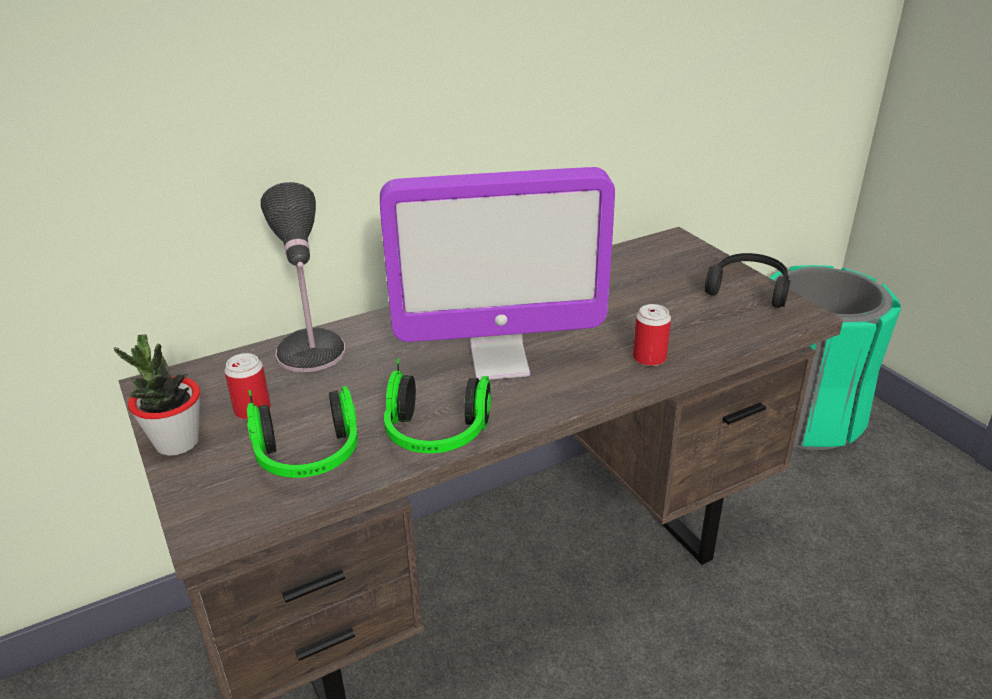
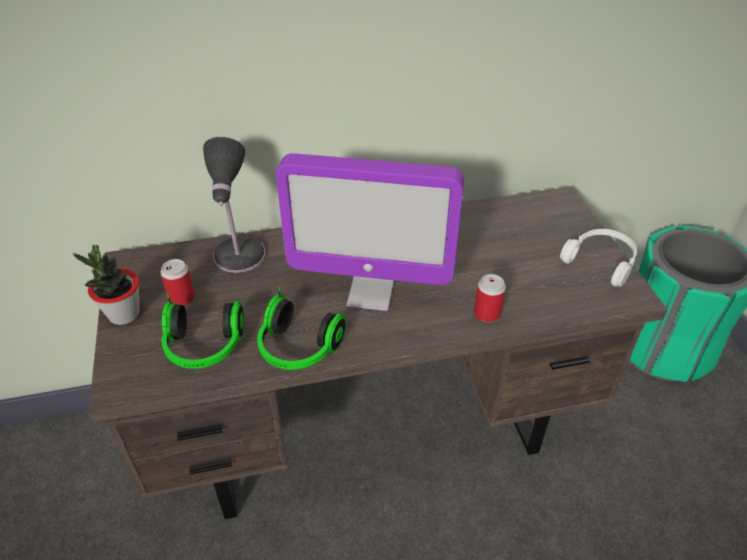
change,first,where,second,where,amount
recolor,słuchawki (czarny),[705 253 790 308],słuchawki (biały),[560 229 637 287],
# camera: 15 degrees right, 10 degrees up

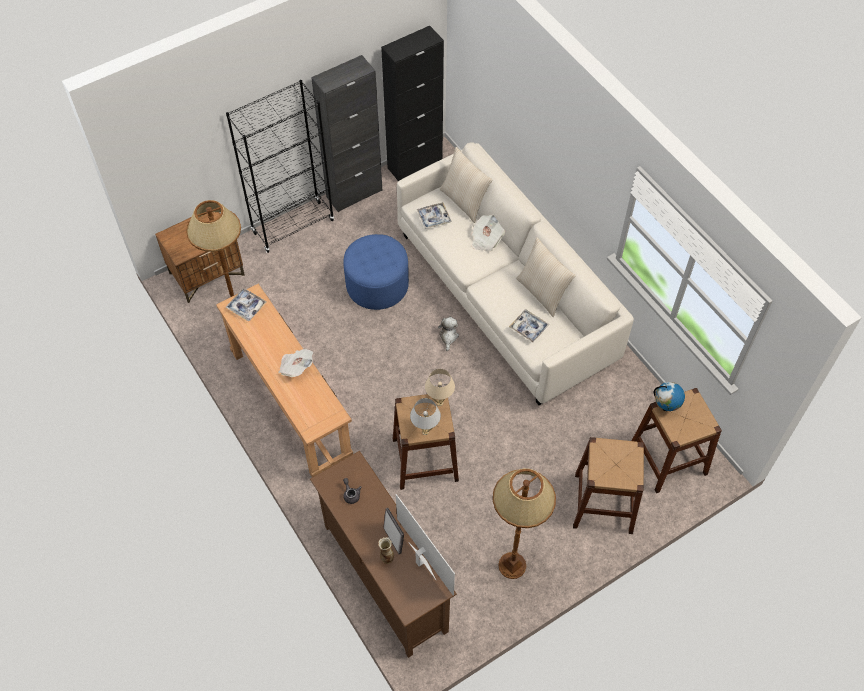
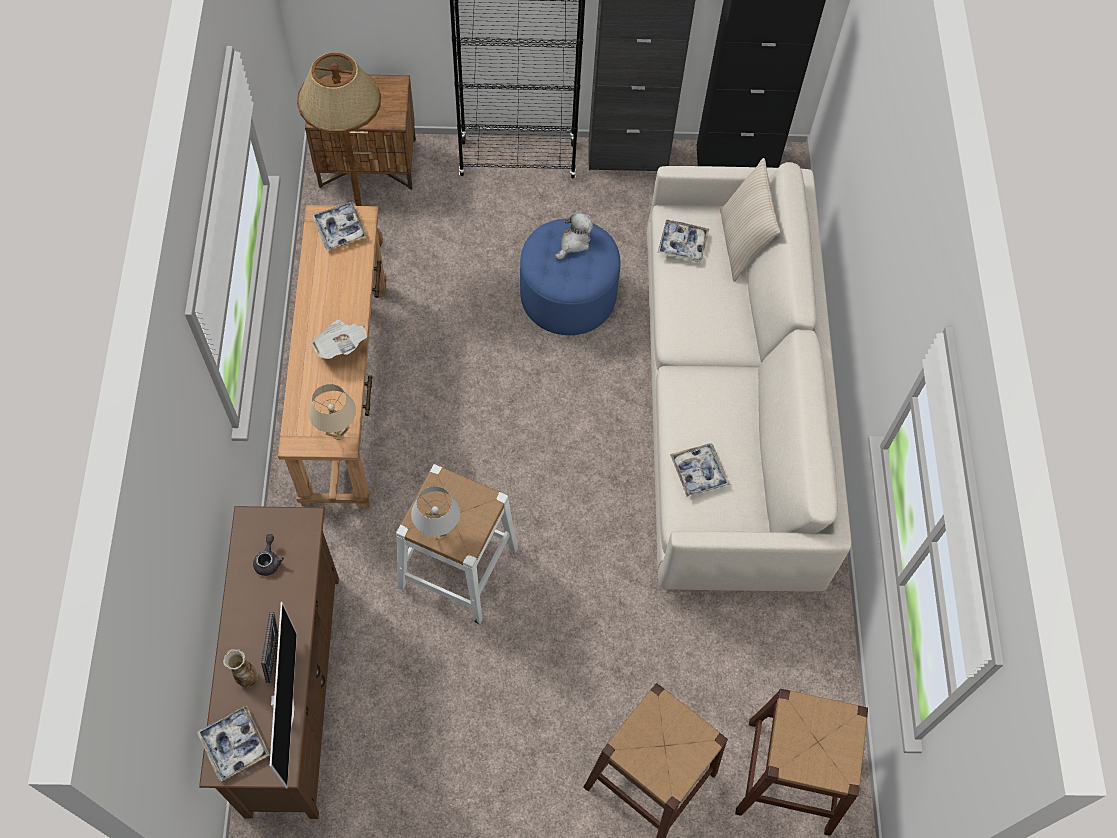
change,first,where,second,where,amount
delete,gazeta,[471 214 505 251],,,
delete,poduszka (beżowy),[516 237 576 317],,,
move,pluszak,[438 317 459 351],,[555 211 593 260],
move,lampa stołowa (beżowy),[425 369 455 406],,[308 384 356 440],
delete,globus,[654 382 685 411],,,
recolor,stołek (brązowy),[393 394 459 490],stołek (biały),[396 464 518 624],
delete,lampa stojąca (brązowy),[493 468 556 579],,,
insert,,,taca,[197 706 270 781],
# camera: 30 degrees right, 5 degrees up

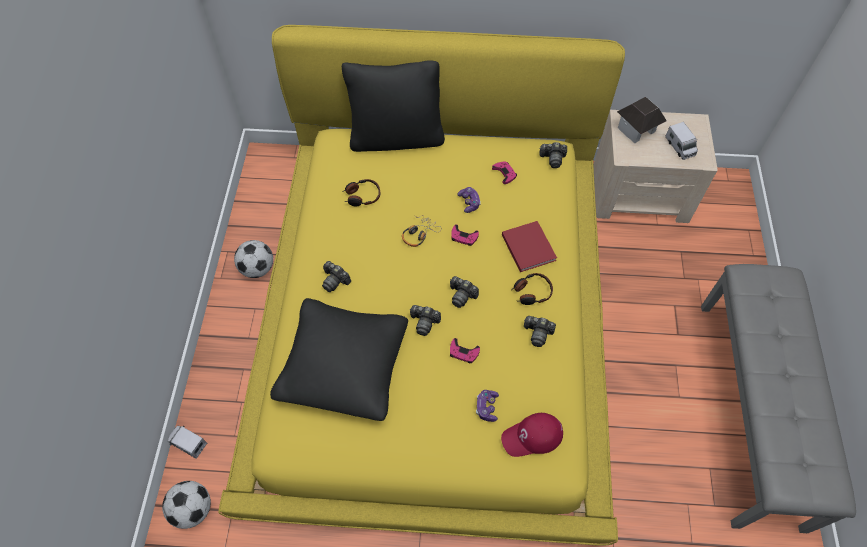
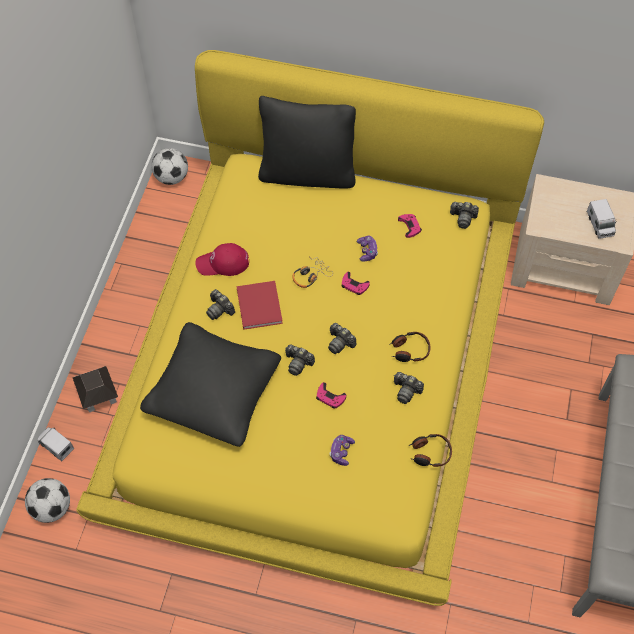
change,first,where,second,where,amount
move,domek,[617 97 667 143],,[72 366 118 412],
move,słuchawki,[342 179 380 206],,[409 434 452 467],
move,książka (czerwony),[502 221 557 272],,[236 281 283 330],
move,piłka futbolowa,[234 240 273 278],,[151 148 188 185],
move,czapka z daszkiem (czerwony),[501 413 563 457],,[195 243 249 276],
# camera: 10 degrees right, 0 degrees up

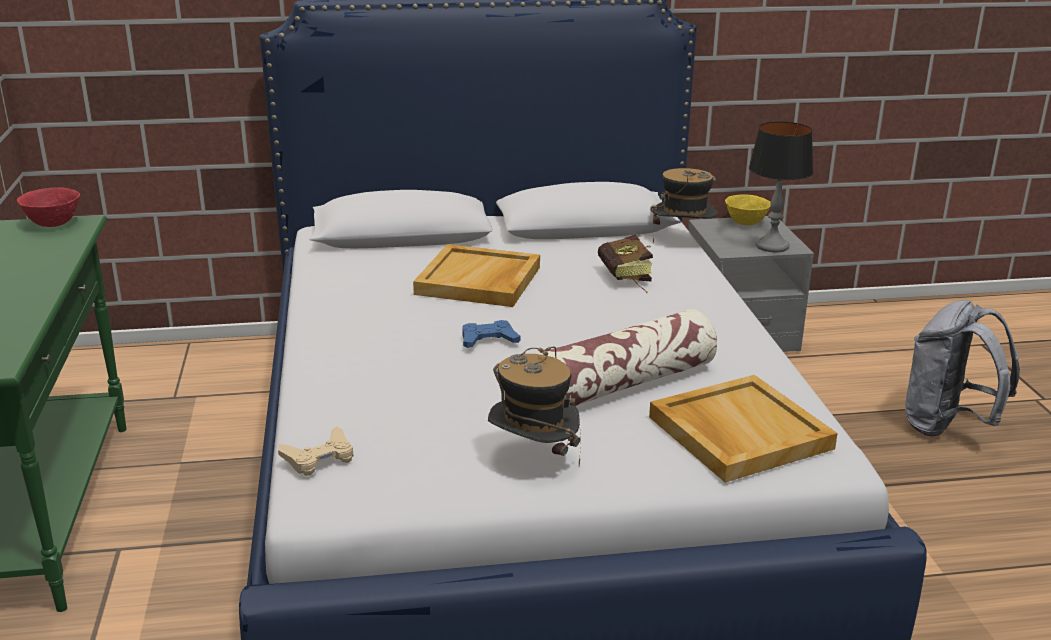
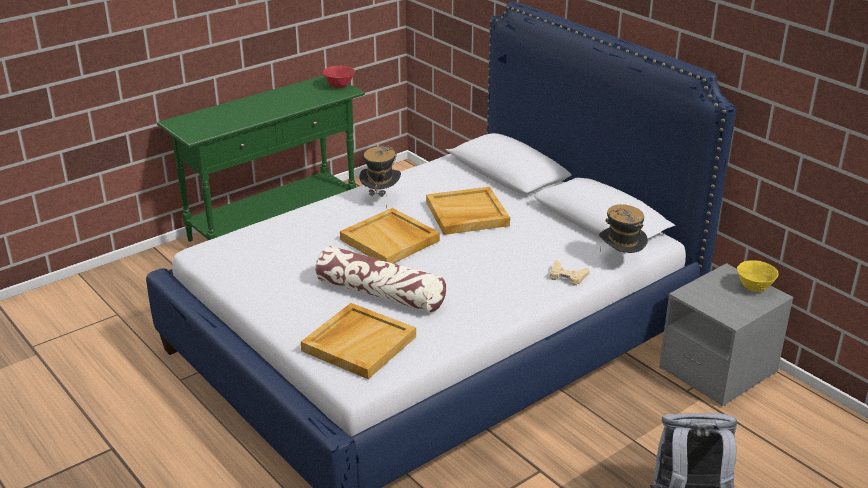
change,first,where,second,where,amount
delete,lampa stołowa,[749 121 814 252],,,
delete,książka,[598 234 653 293],,,
replace,pad do gier (niebieski),[462 320 521 348],taca (beżowy),[340 208 440 264],
move,kapelusz,[488 346 581 466],,[359 146 401 208],
move,pad do gier (beżowy),[278 426 353 476],,[550 260 590 286],
# camera: 60 degrees right, 5 degrees up

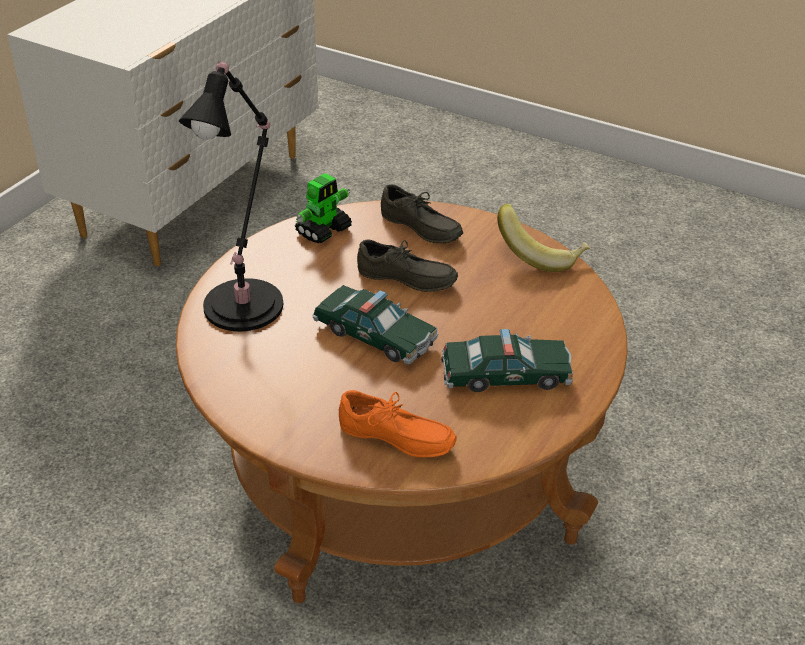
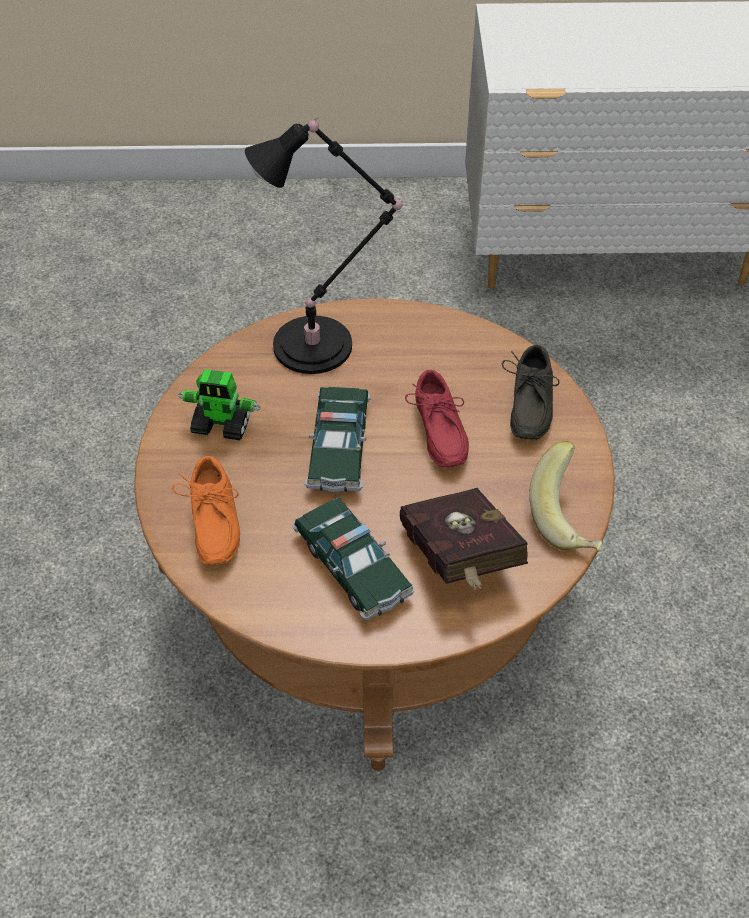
change,first,where,second,where,amount
move,robot zabawkowy,[295 173 352 243],,[178 369 261 440],
recolor,but (szary),[357 239 458 292],but (czerwony),[405 370 469 468],
insert,,,książka (czerwony),[400 488 528 590],
# camera: 60 degrees right, 10 degrees up

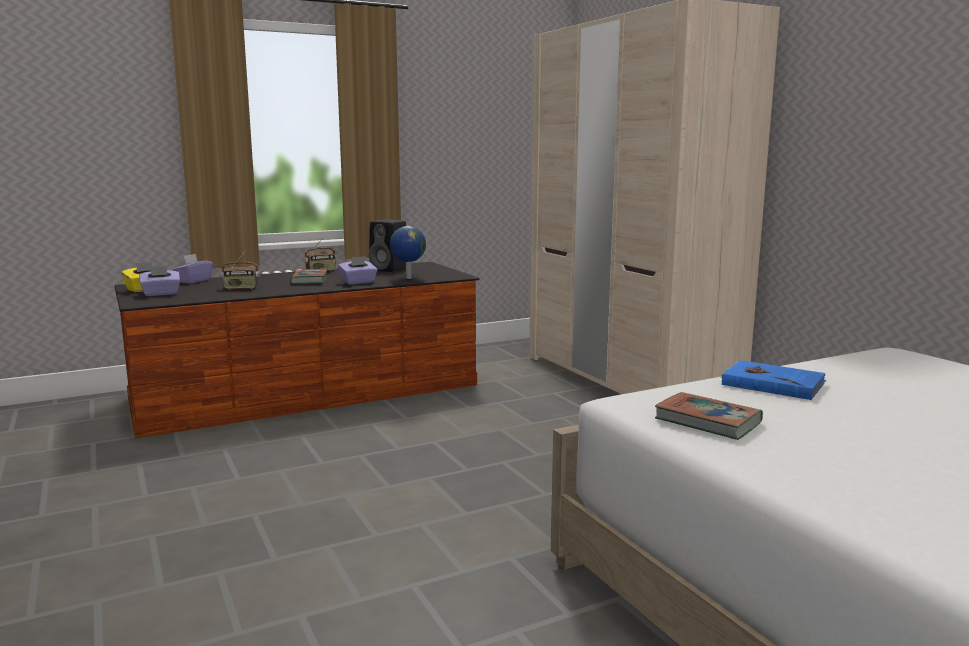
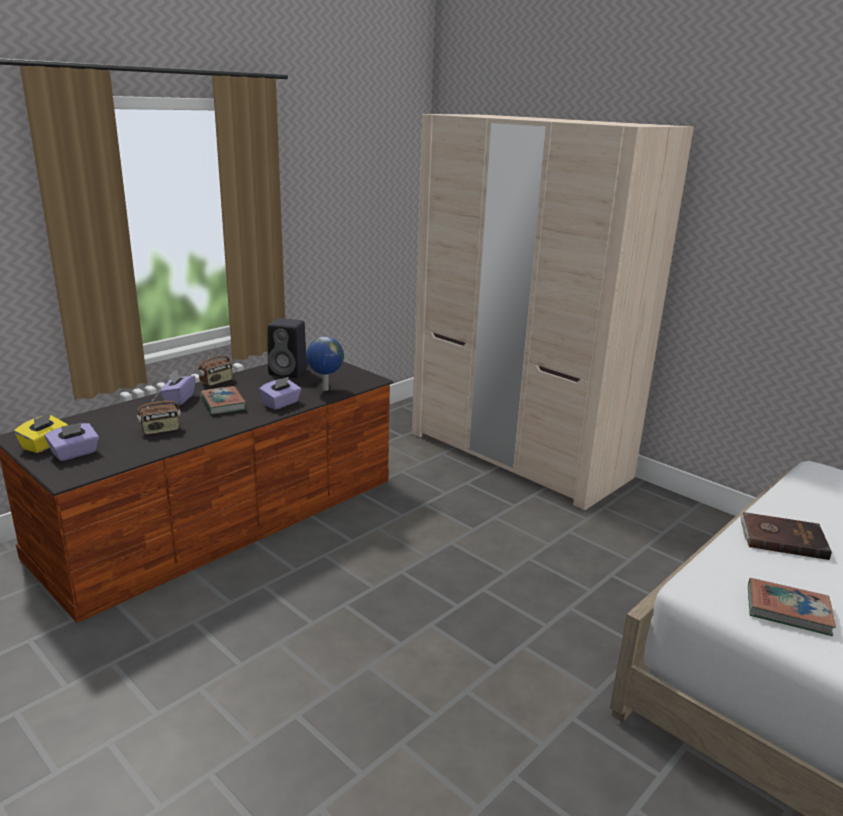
change,first,where,second,where,amount
move,pudełko chusteczek (fioletowy),[173 254 213 284],,[160 369 195 405],
recolor,książka (niebieski),[721 360 826 400],książka (brązowy),[740 512 832 560],
# camera: 20 degrees left, 10 degrees up

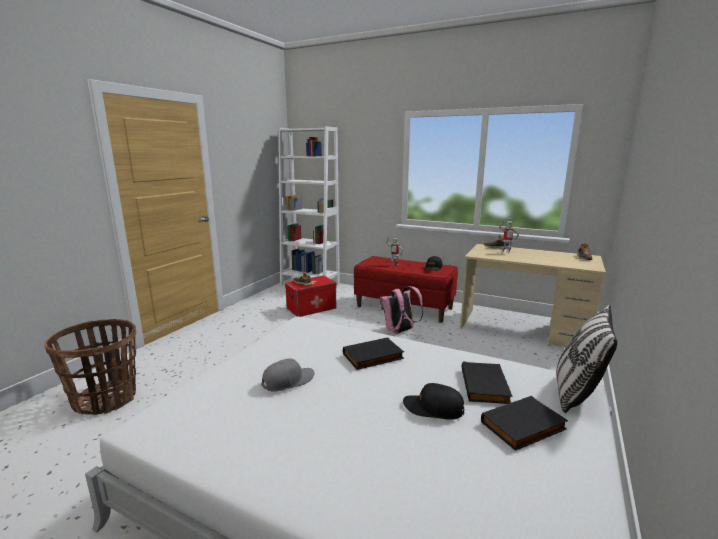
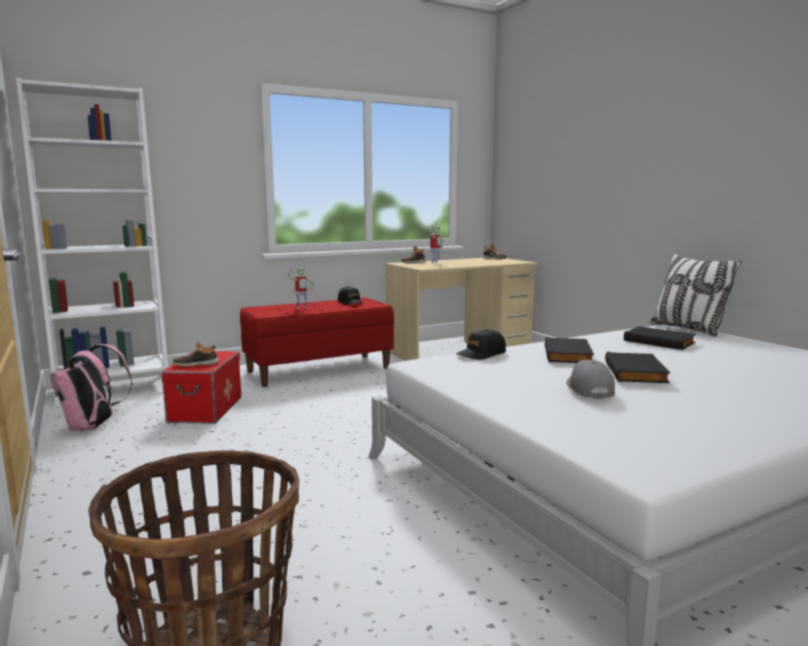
change,first,where,second,where,amount
move,plecak (różowy),[380 286 423 334],,[50 344 132 430],
move,czapka z daszkiem (czarny),[403 383 464 420],,[456 329 506 360],
move,książka (czarny),[481 396 568 451],,[605 352 670 383],
# camera: 55 degrees left, 5 degrees down

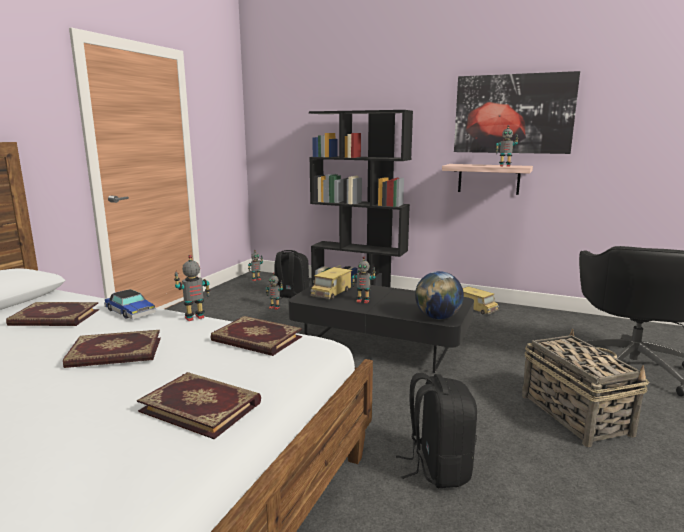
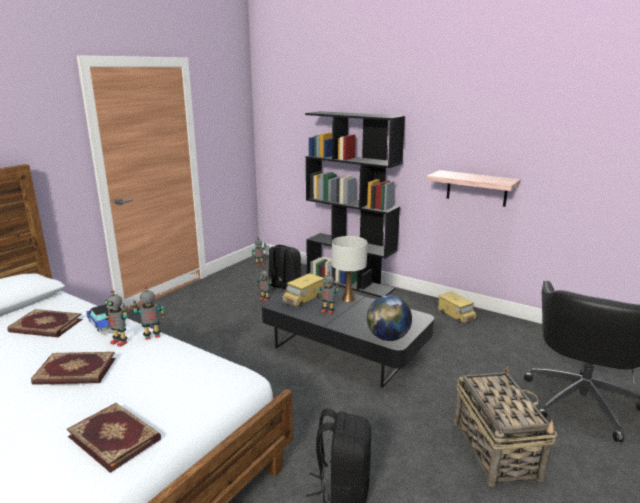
change,first,where,second,where,amount
delete,obraz,[454 71 580 154],,,
move,robot zabawkowy,[496 125 518 167],,[105 290 128 347],
delete,książka,[210 316 302 356],,,
insert,,,lampa stołowa (biały),[332 236 368 302],
# camera: 10 degrees right, 5 degrees up

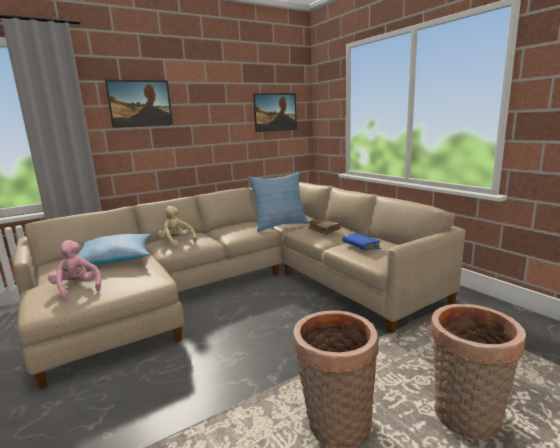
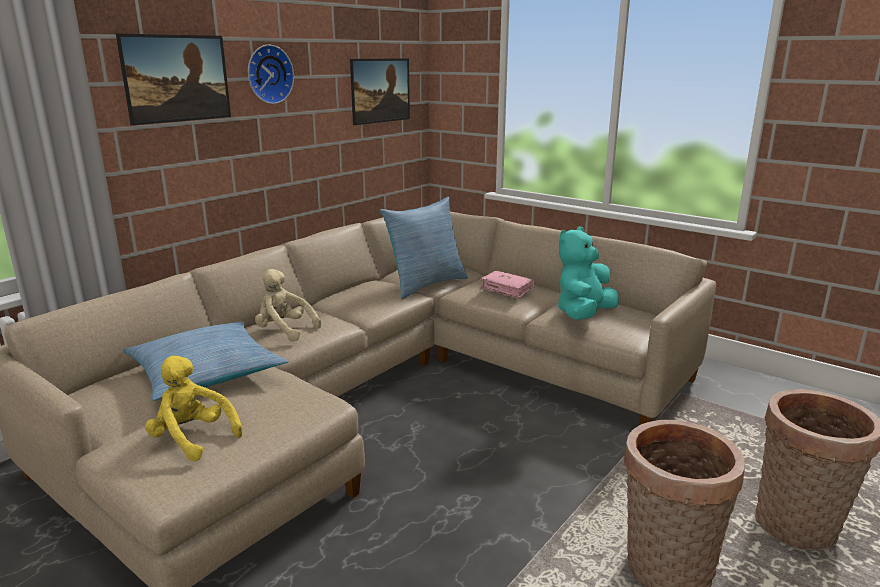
change,first,where,second,where,amount
recolor,książka (brązowy),[308 218 341 235],książka (różowy),[481 271 534 299],
replace,książka (niebieski),[342 233 382 251],pluszak (turkusowy),[558 226 619 320],
recolor,pluszak (różowy),[48 240 101 299],pluszak (żółty),[145 356 243 461],
insert,,,zegar ścienny,[248 45 294 104],
# camera: 20 degrees left, 5 degrees up

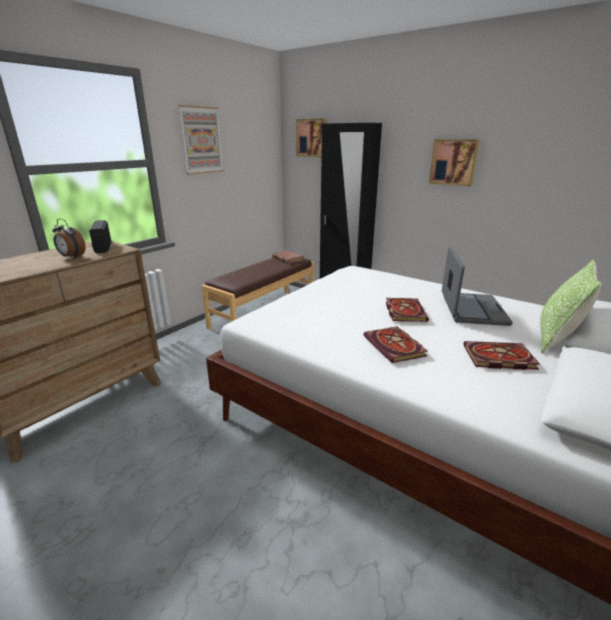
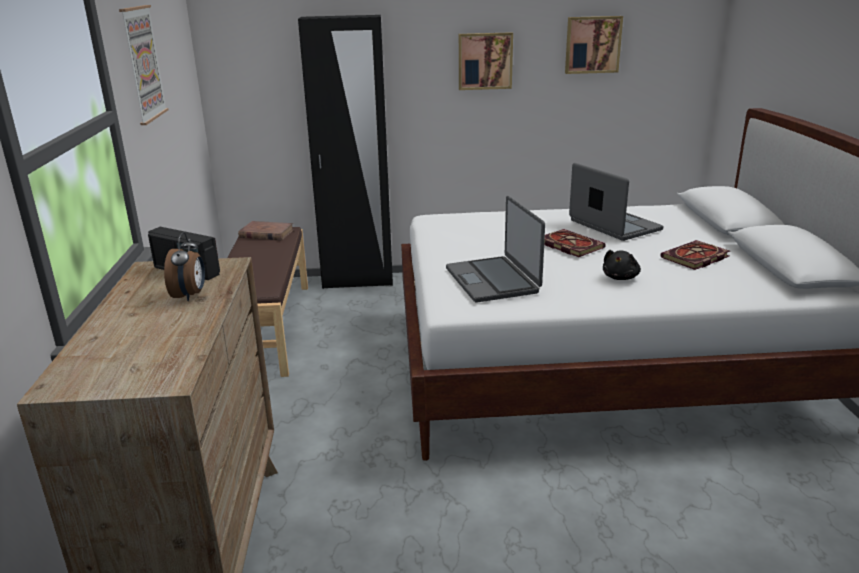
change,first,where,second,where,amount
move,obraz,[296 118 327 157],,[565 16 623 74],
rotate,budzik,[52 218 86 258],,[164 232 205 301],75 degrees counterclockwise
delete,poduszka,[540 259 602 354],,,
replace,książka,[364 326 427 363],pluszak (czarny),[603 250 641 280],
insert,,,laptop,[446 196 545 303],
# camera: 40 degrees left, 0 degrees up

